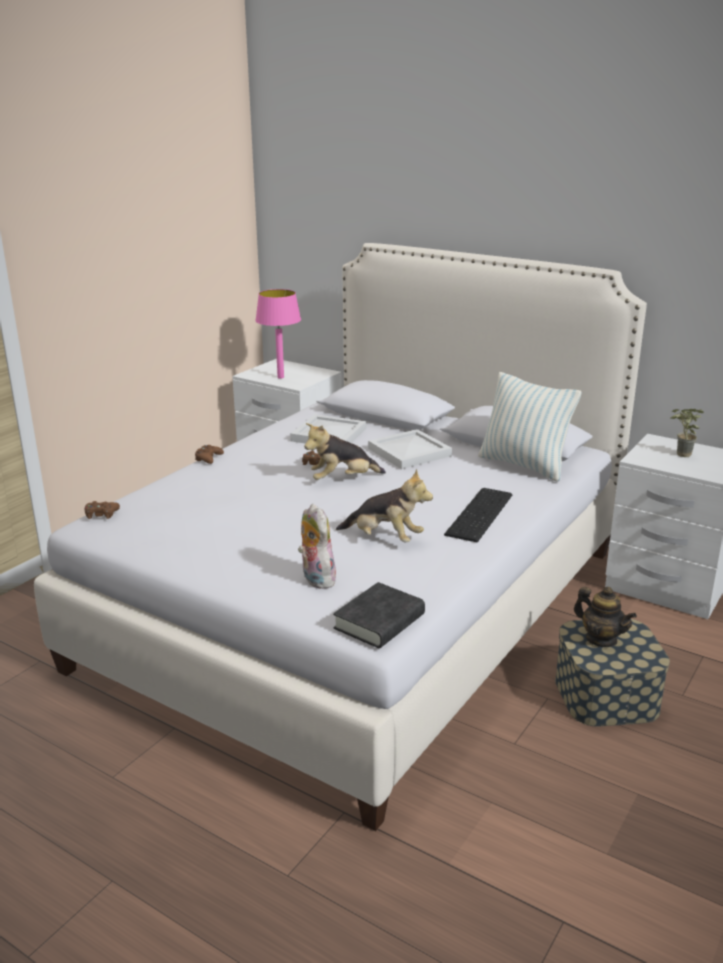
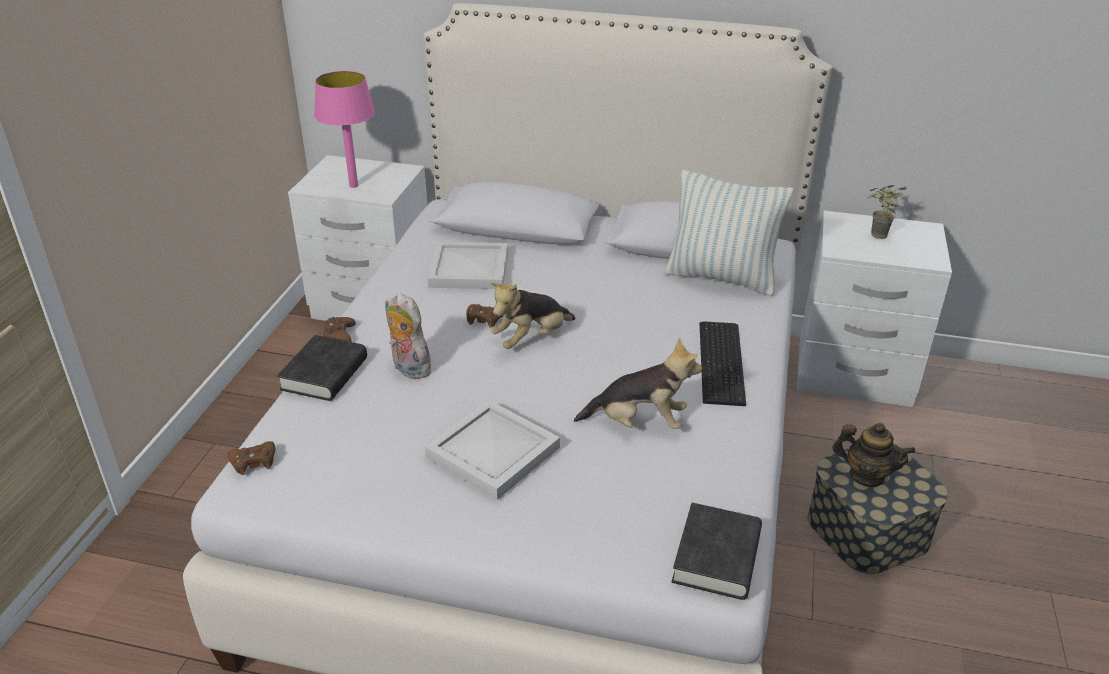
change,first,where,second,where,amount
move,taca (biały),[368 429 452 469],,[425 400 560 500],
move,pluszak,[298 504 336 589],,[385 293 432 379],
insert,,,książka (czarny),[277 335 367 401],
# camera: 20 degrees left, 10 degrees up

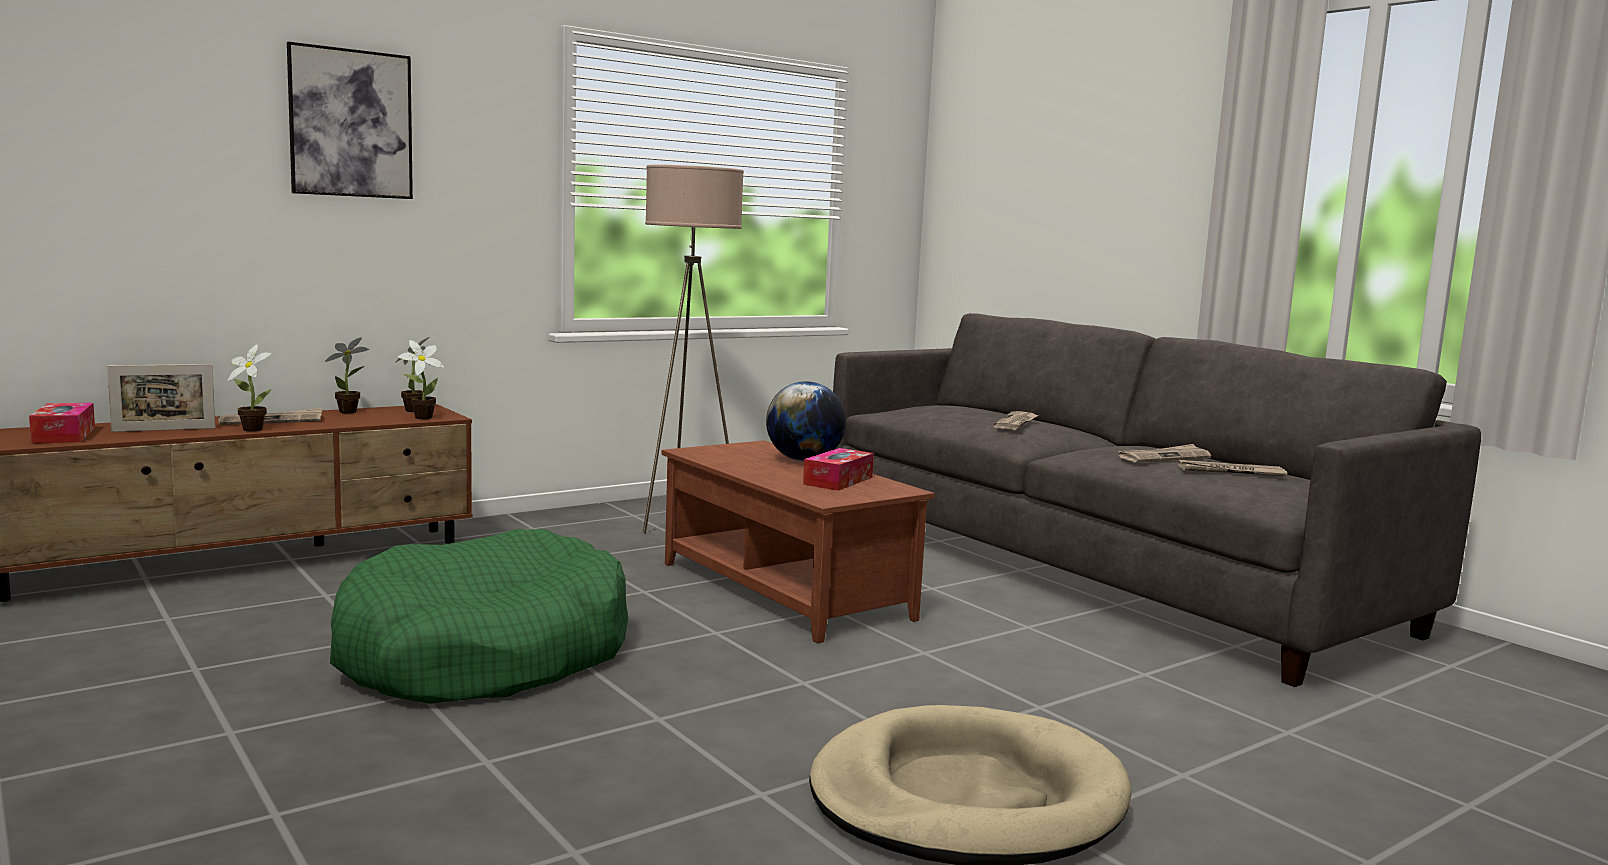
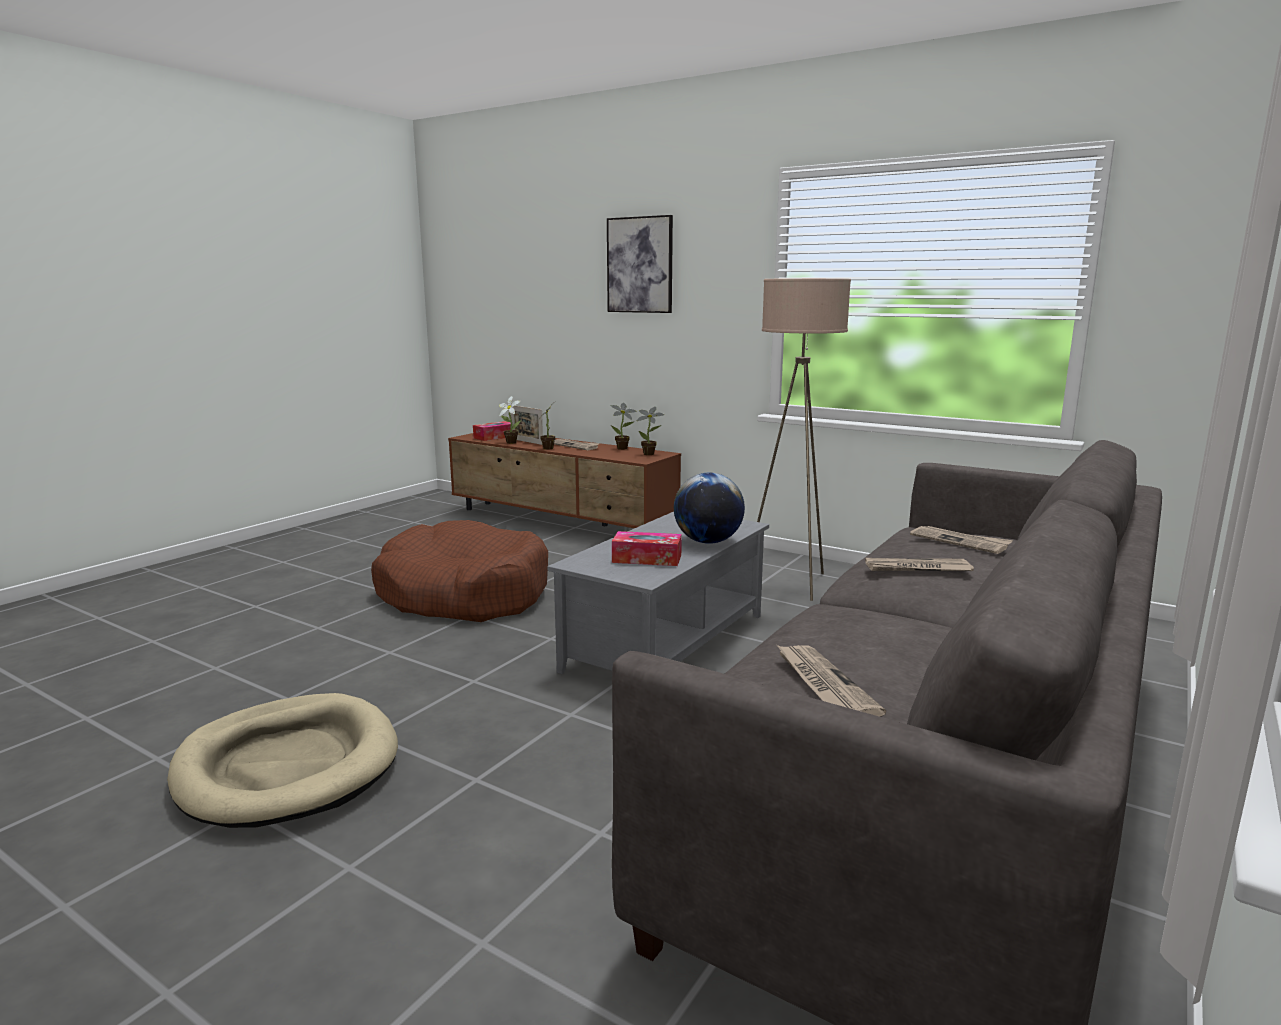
change,first,where,second,where,amount
move,roślina doniczkowa,[398 340 444 419],,[499 396 521 444],
recolor,ława (brązowy),[661 440 935 643],ława (szary),[548 512 769 674],
move,gazeta,[1118 444 1211 462],,[910 526 1013 554],
recolor,legowisko (zielony),[330 529 629 704],legowisko (brązowy),[371 520 548 622],
# camera: 70 degrees right, 5 degrees up

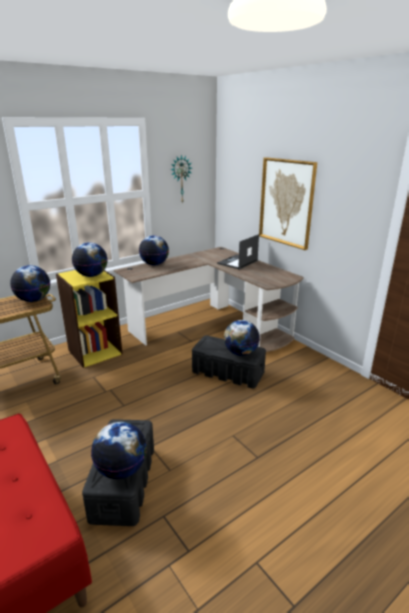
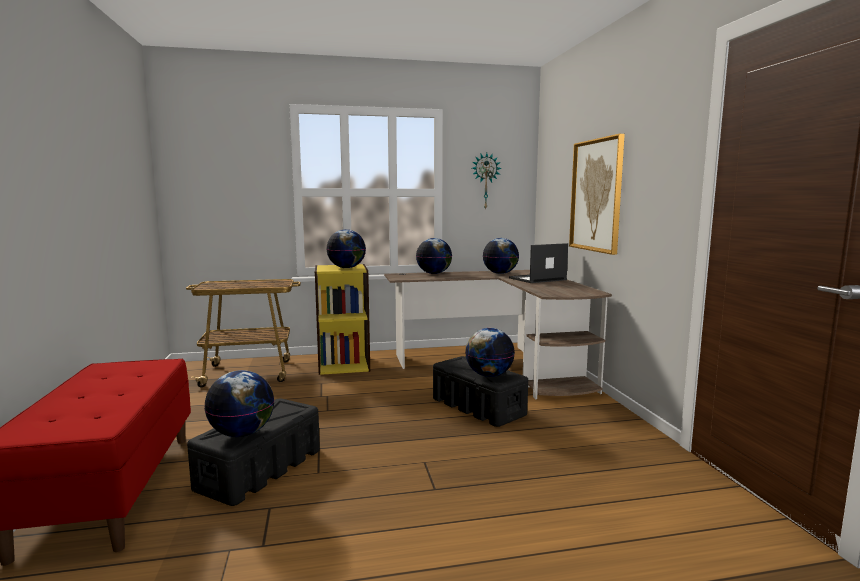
change,first,where,second,where,amount
move,globus,[10 265 50 302],,[483 238 519 274],
# camera: 25 degrees right, 15 degrees down

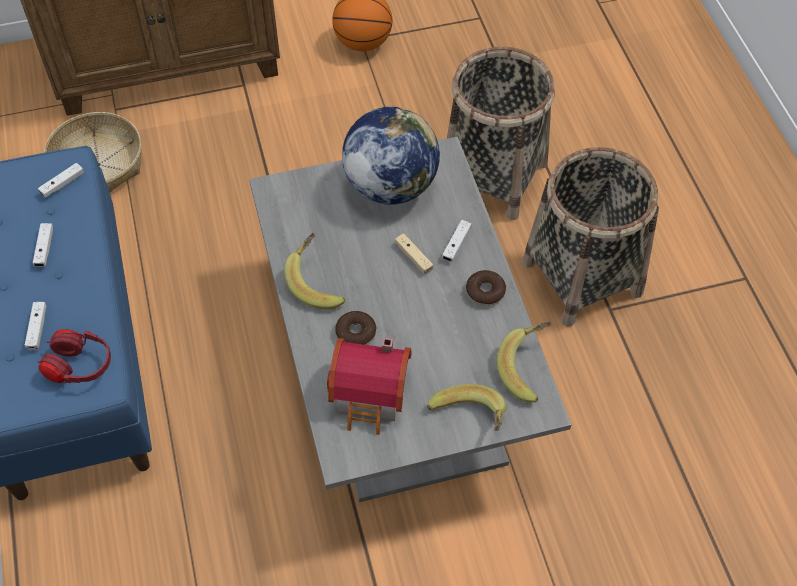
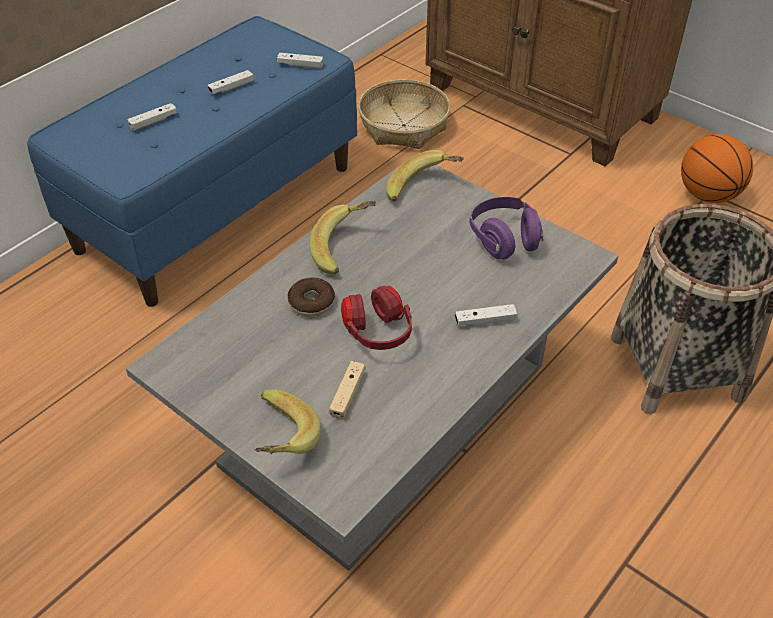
change,first,where,second,where,amount
replace,globus,[342 106 440 205],słuchawki (fioletowy),[469 197 543 259],
delete,koszyk,[523 147 659 327],,,
move,pad do gier (beżowy),[395 233 433 274],,[329 361 365 419],
delete,donut,[466 270 506 306],,,
move,banan,[497 321 551 402],,[386 150 464 202],
move,słuchawki (czerwony),[37 329 111 383],,[341 286 412 350],
delete,domek,[327 337 412 435],,,
# camera: 55 degrees right, 10 degrees down

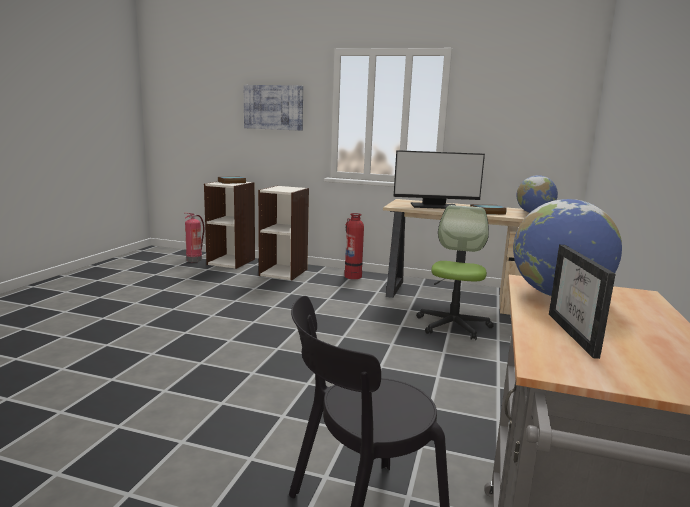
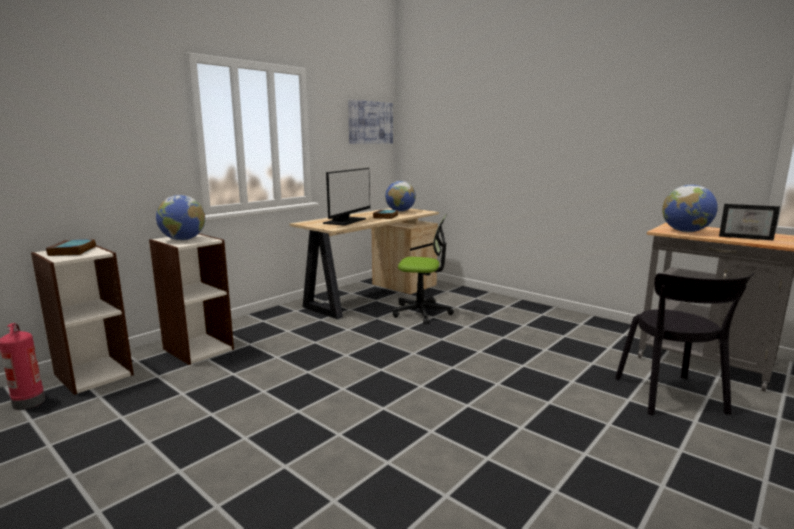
change,first,where,second,where,amount
move,obraz,[244 85 303 131],,[348 100 393 144],
rotate,krzesło biurowe,[416 205 494 340],,[393 214 454 324],150 degrees clockwise
delete,gaśnica,[344 213 364 279],,,
insert,,,globus,[156 195 205 240],
# camera: 65 degrees left, 0 degrees up

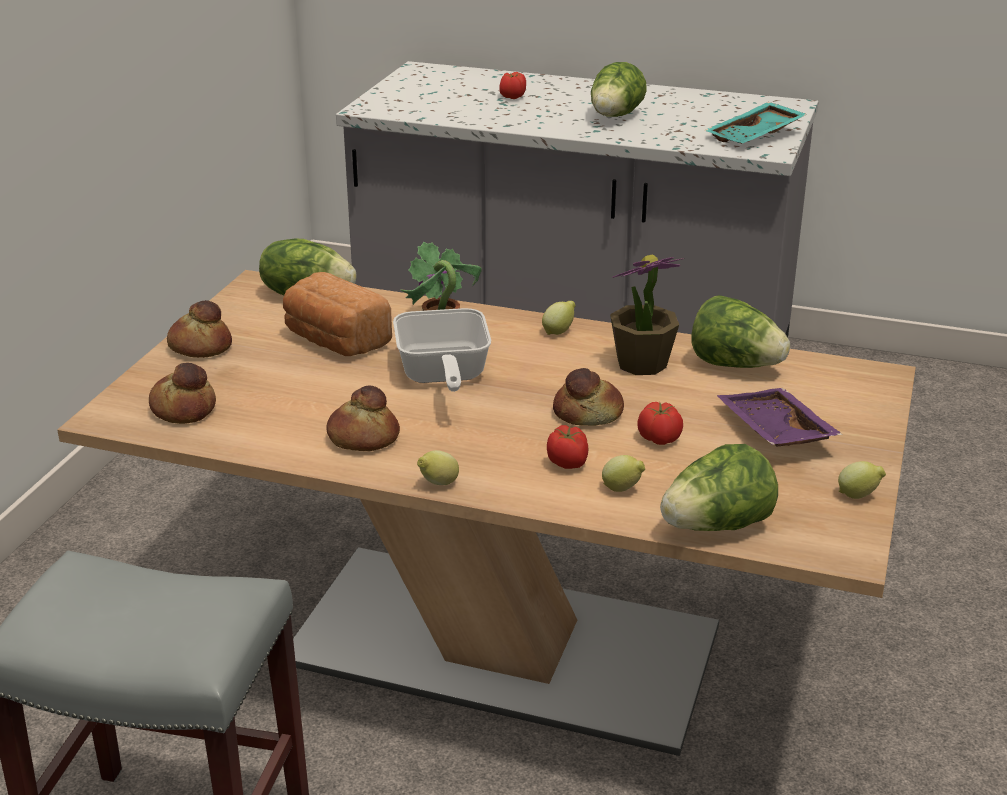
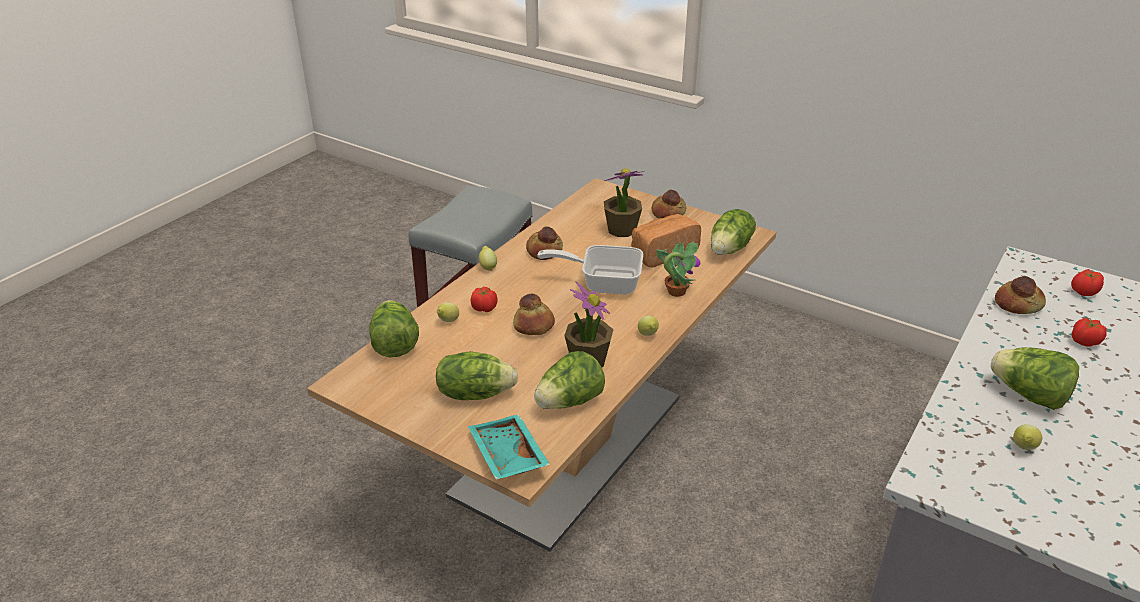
change,first,where,second,where,amount
move,taca (turkusowy),[704 102 807 144],,[468 414 550 480],
move,chleb,[149 363 216 424],,[995 276 1046 314],
replace,taca (fioletowy),[717 388 843 446],sałata,[436 351 518 400],
move,pomidor,[637 402 683 445],,[1071 269 1104 296],
move,cytryna,[838 461 886 499],,[1013 424 1042 450],
insert,,,roślina doniczkowa,[604 168 645 237],
# camera: 105 degrees right, 5 degrees up

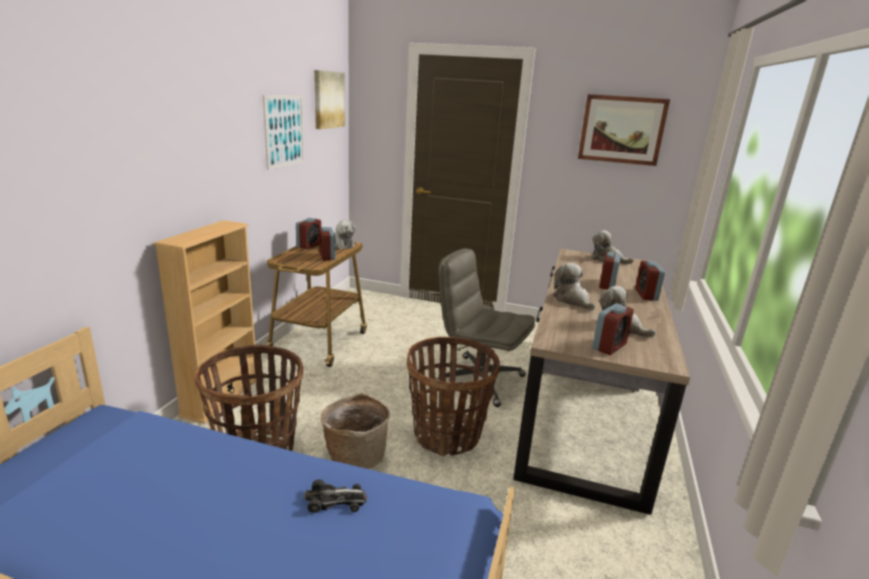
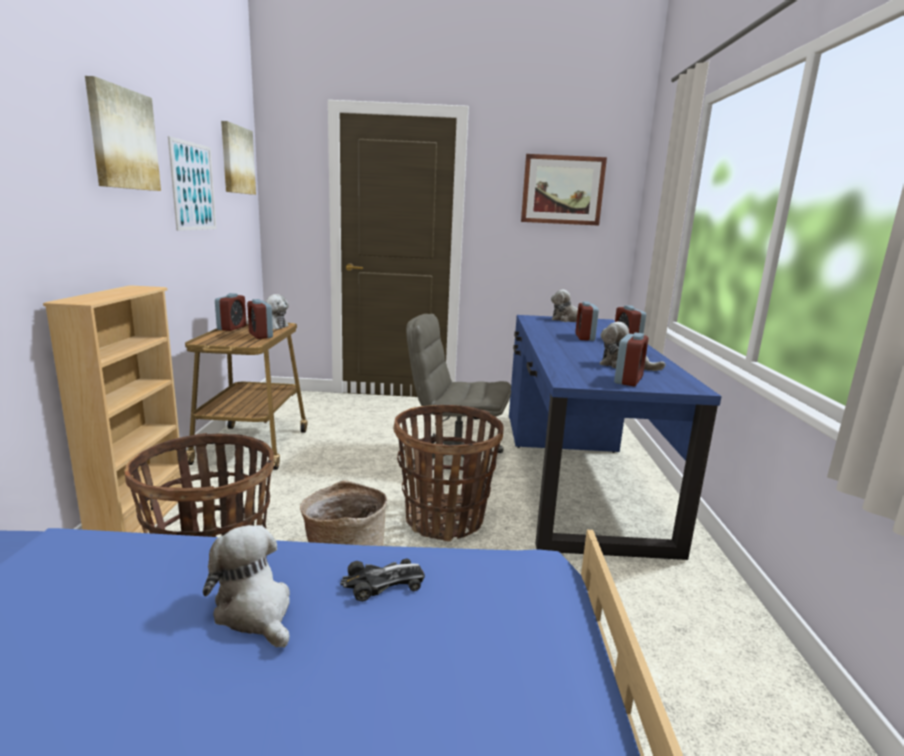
change,first,where,second,where,amount
recolor,biurko (brązowy),[513 249 690 515],biurko (niebieski),[509 315 722 560],
move,pluszak,[553 263 595 311],,[203 525 290 648],
insert,,,obraz,[85 76 161 191],
# camera: 15 degrees left, 5 degrees down

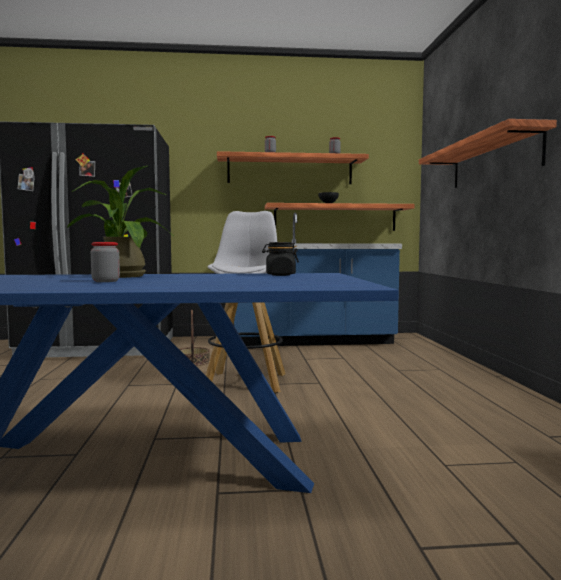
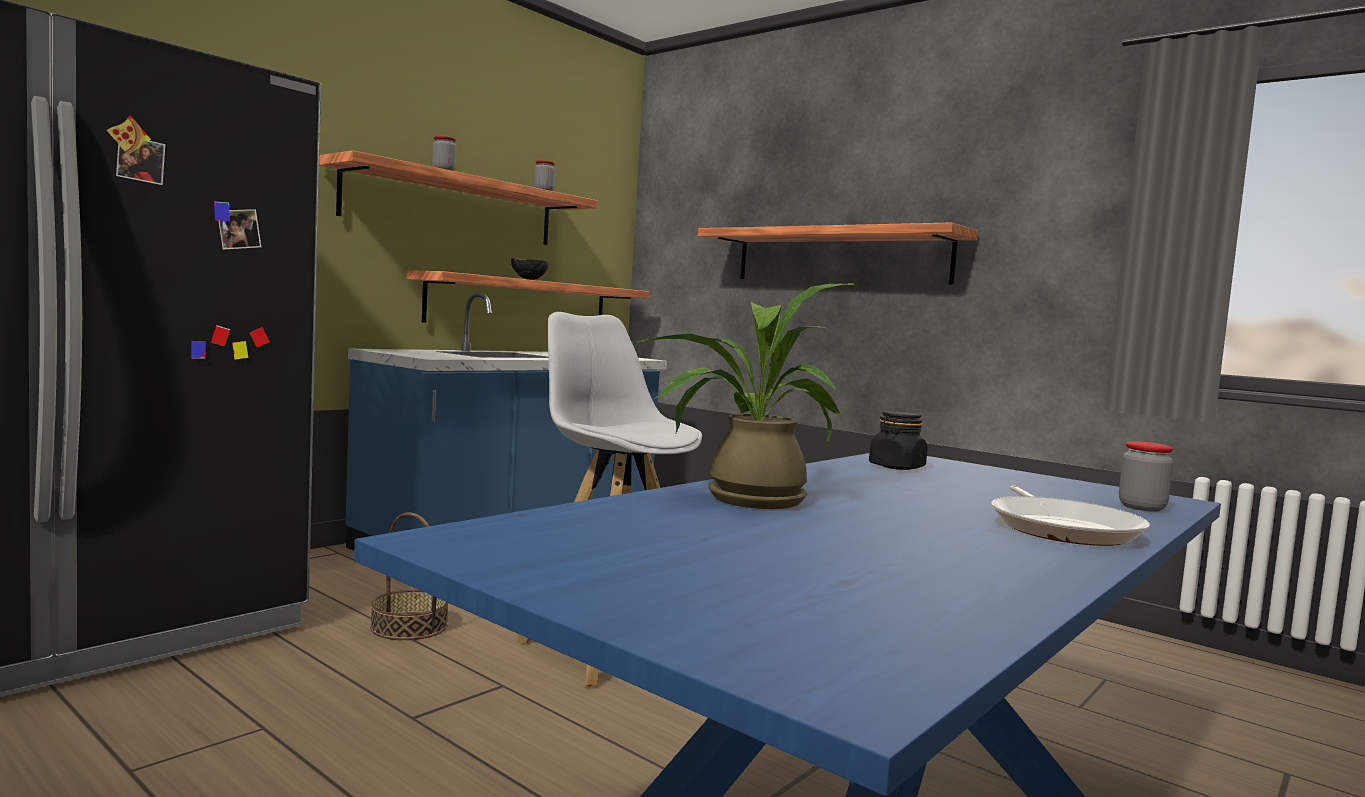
change,first,where,second,where,amount
move,słoik,[91 242 120 282],,[1119 442 1173 512],
insert,,,patelnia,[991 485 1150 546],
# camera: 45 degrees left, 0 degrees up

